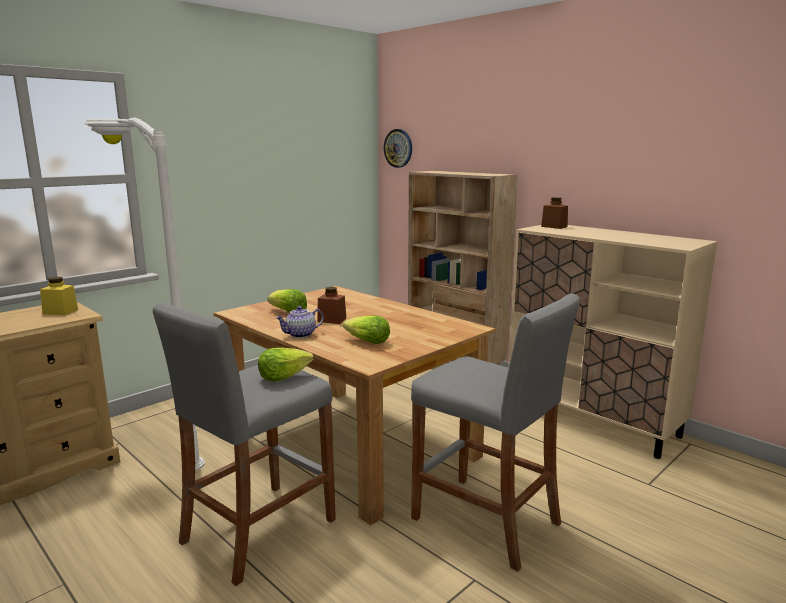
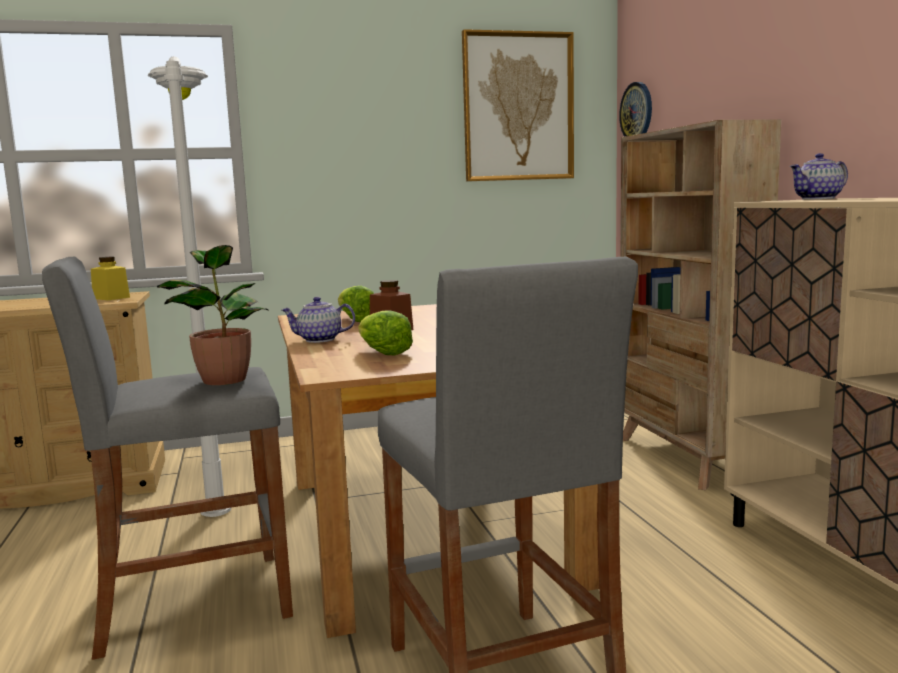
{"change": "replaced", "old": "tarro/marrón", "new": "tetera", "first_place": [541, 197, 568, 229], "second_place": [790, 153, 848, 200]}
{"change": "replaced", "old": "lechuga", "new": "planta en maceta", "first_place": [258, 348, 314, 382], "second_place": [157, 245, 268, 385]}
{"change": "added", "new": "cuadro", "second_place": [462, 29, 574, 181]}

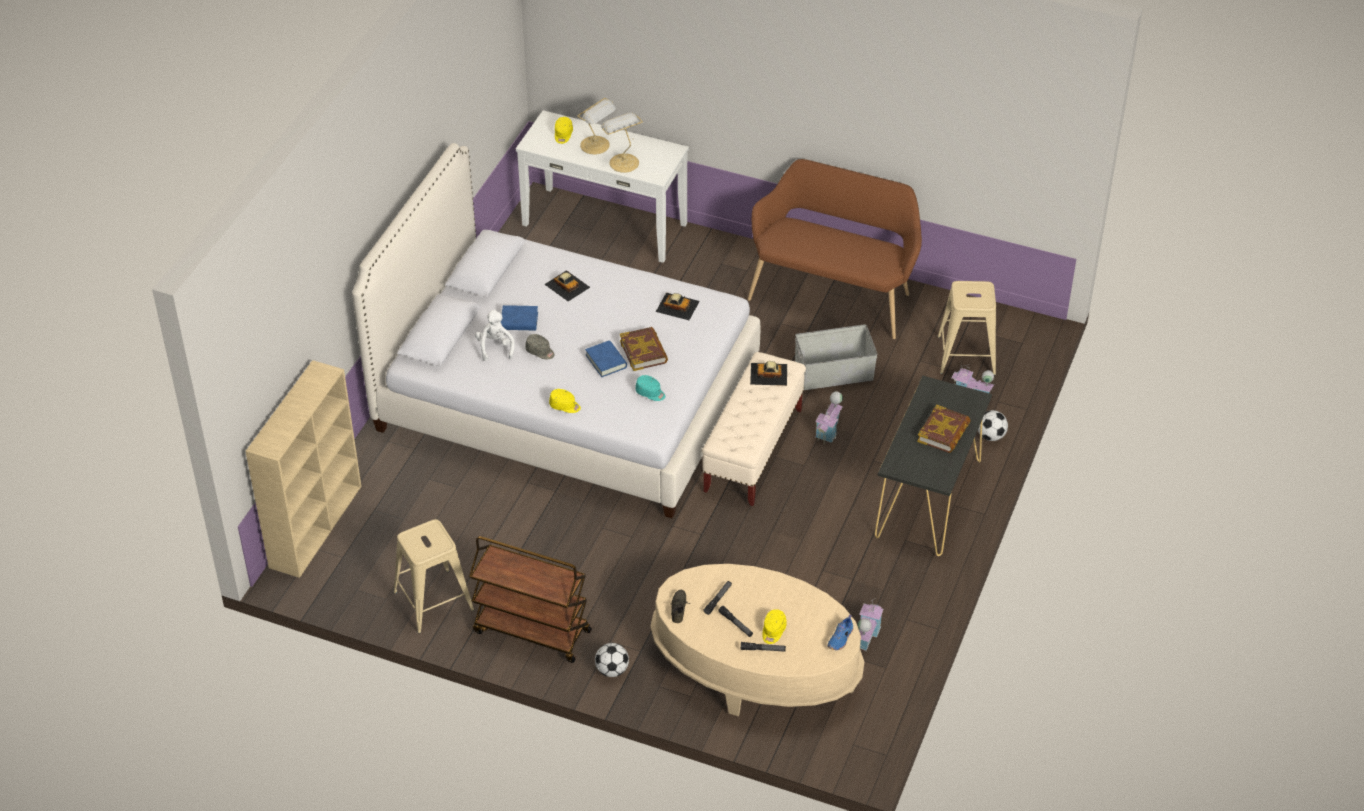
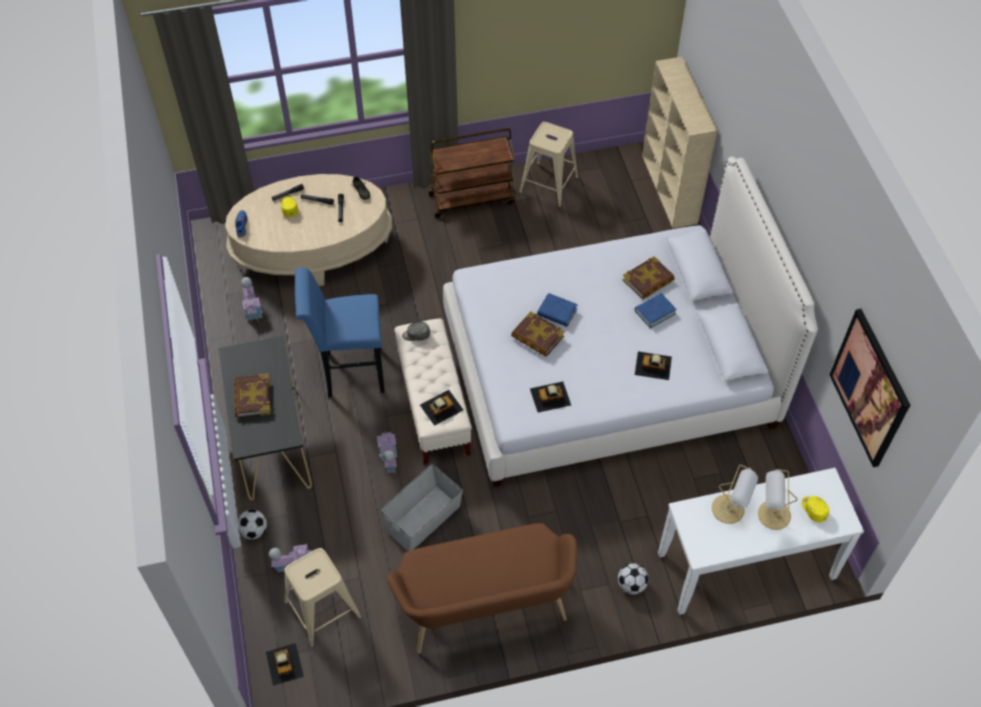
{"change": "replaced", "old": "peluche/blanco", "new": "libro", "first_place": [475, 309, 515, 361], "second_place": [622, 256, 675, 299]}
{"change": "moved", "old": "gorra/gris", "first_place": [525, 334, 555, 360], "second_place": [402, 322, 430, 341]}
{"change": "removed", "old": "gorra/turquesa", "first_place": [635, 375, 665, 401]}
{"change": "removed", "old": "gorra/amarillo", "first_place": [549, 389, 581, 413]}
{"change": "moved", "old": "balón de fútbol", "first_place": [595, 643, 629, 677], "second_place": [618, 563, 649, 594]}
{"change": "added", "new": "taburete/azul", "second_place": [295, 268, 385, 397]}
{"change": "added", "new": "cuadro", "second_place": [829, 309, 910, 467]}
{"change": "added", "new": "coche de juguete", "second_place": [266, 643, 304, 686]}

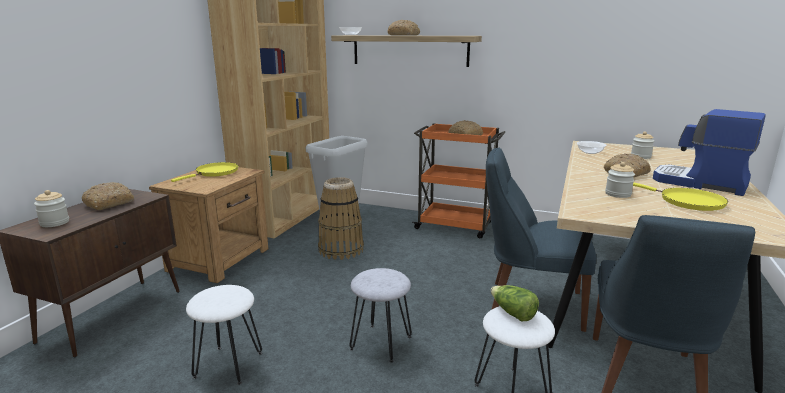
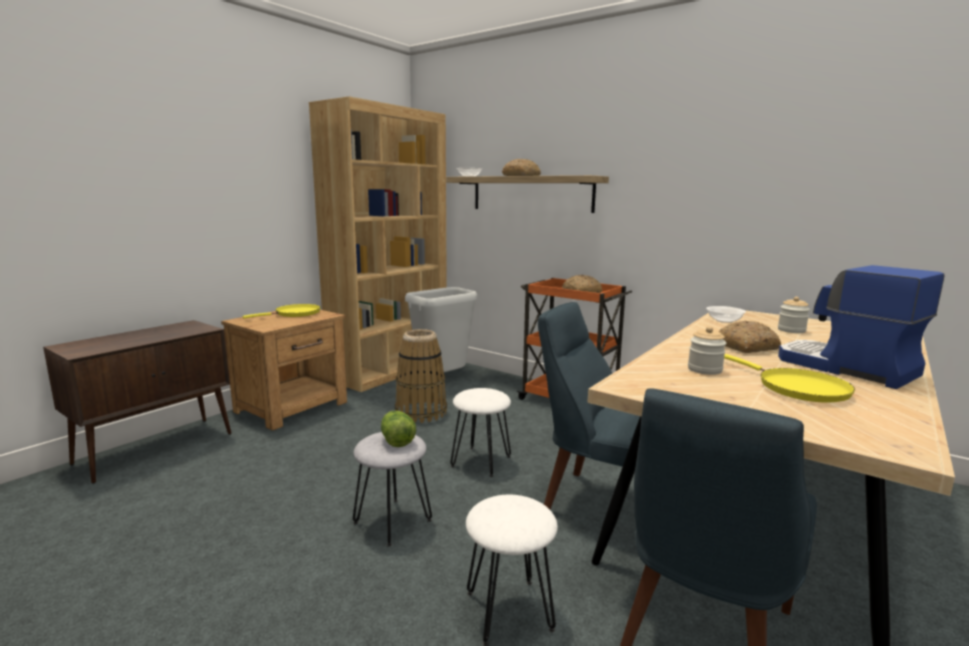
{"change": "removed", "old": "pan", "first_place": [82, 182, 134, 210]}
{"change": "removed", "old": "tarro", "first_place": [34, 190, 69, 227]}
{"change": "moved", "old": "taburete/blanco", "first_place": [186, 285, 262, 385], "second_place": [450, 388, 511, 477]}
{"change": "moved", "old": "lechuga", "first_place": [491, 285, 539, 322], "second_place": [381, 411, 416, 447]}

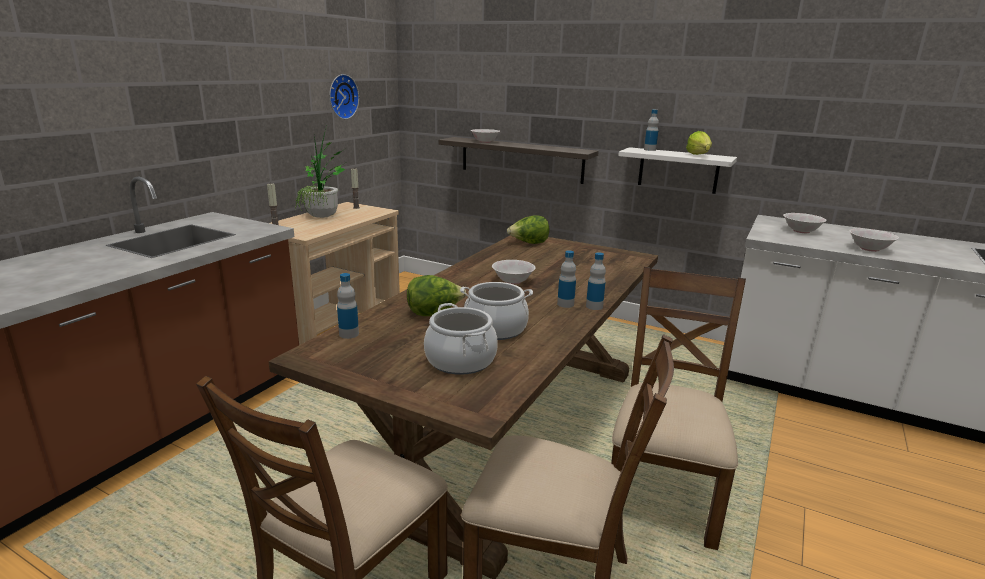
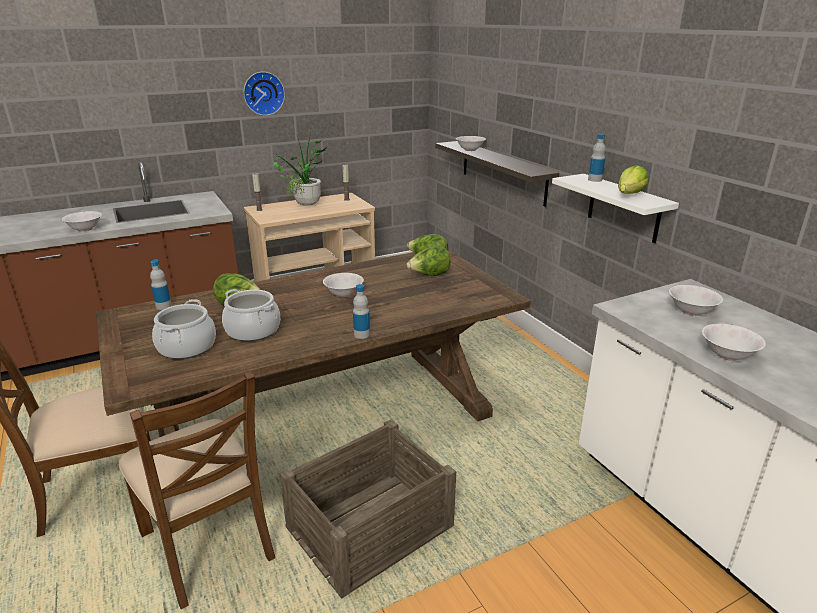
{"change": "moved", "old": "reloj de pared", "first_place": [329, 74, 359, 119], "second_place": [243, 72, 285, 116]}
{"change": "removed", "old": "botella", "first_place": [557, 250, 576, 308]}
{"change": "replaced", "old": "silla/marrón", "new": "caja de embalaje", "first_place": [611, 267, 746, 550], "second_place": [279, 419, 456, 599]}
{"change": "added", "new": "cuenco/blanco", "second_place": [62, 211, 102, 231]}
{"change": "added", "new": "lechuga", "second_place": [406, 246, 451, 276]}

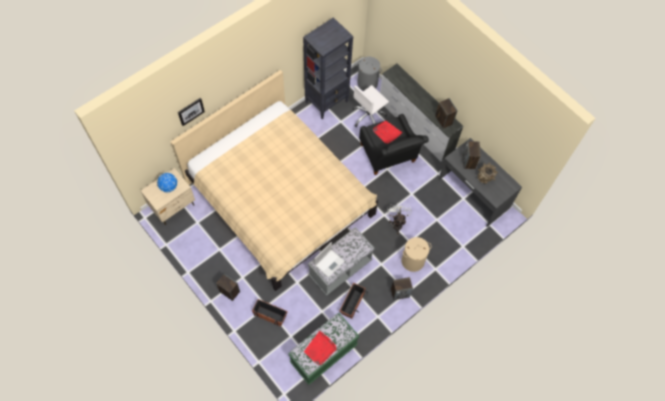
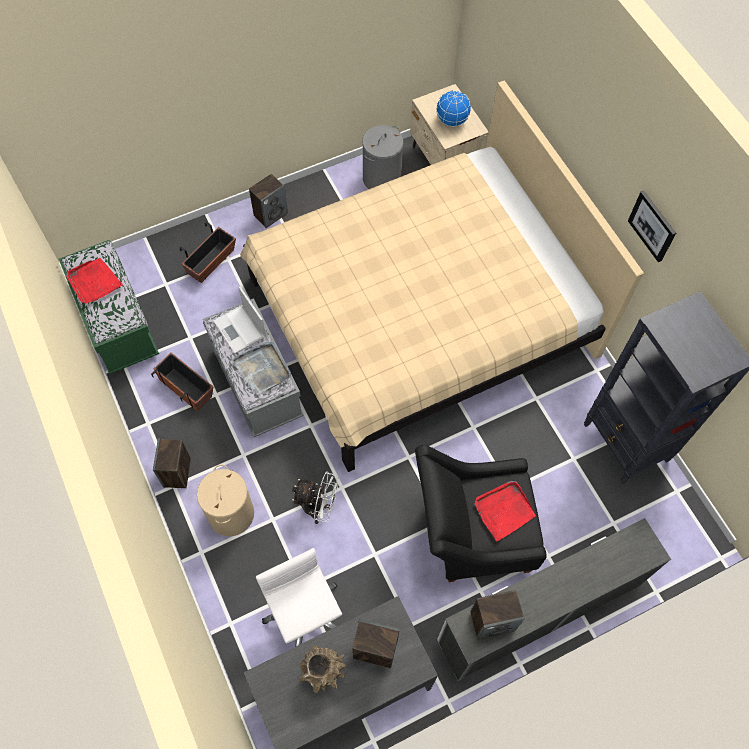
{"change": "moved", "old": "cesto de la ropa/gris", "first_place": [357, 57, 382, 91], "second_place": [362, 125, 403, 189]}
{"change": "moved", "old": "silla de oficina/blanco", "first_place": [352, 85, 389, 127], "second_place": [256, 548, 342, 647]}
{"change": "moved", "old": "cuadro", "first_place": [178, 98, 205, 126], "second_place": [628, 191, 676, 262]}
{"change": "added", "new": "bandeja/gris", "second_place": [231, 341, 291, 395]}

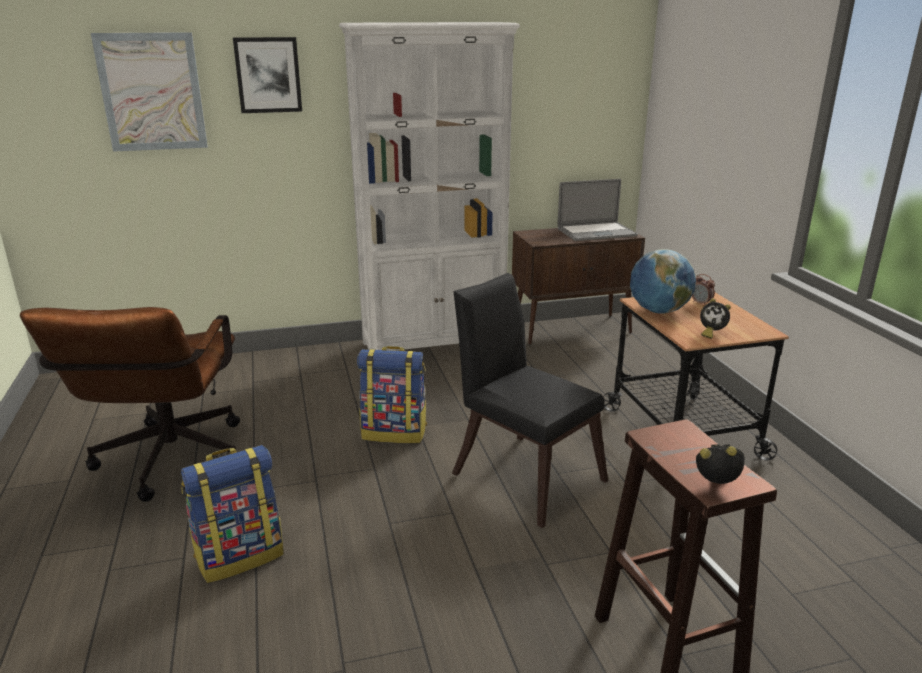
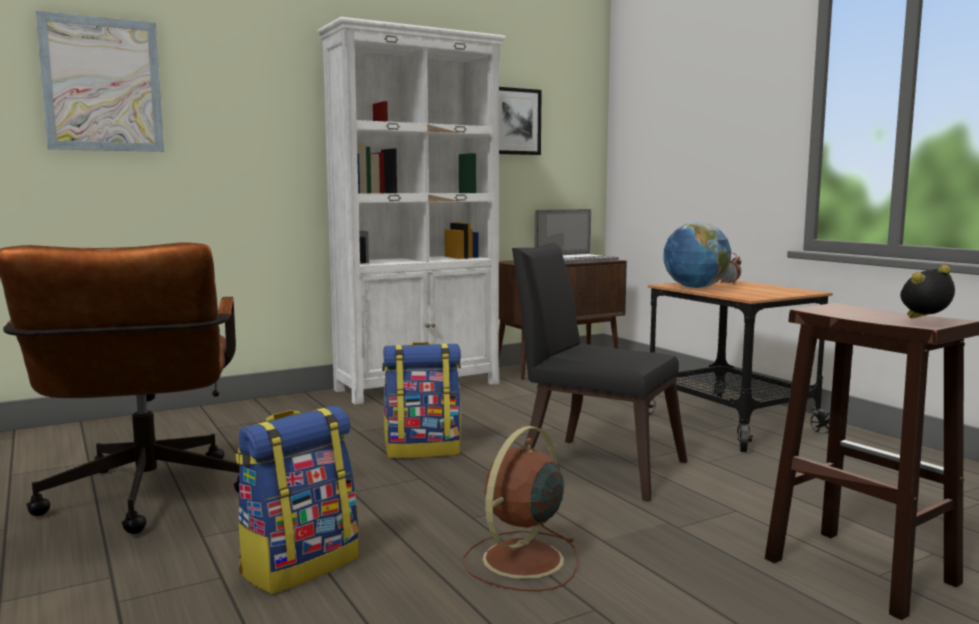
{"change": "moved", "old": "cuadro", "first_place": [233, 37, 302, 113], "second_place": [499, 87, 542, 155]}
{"change": "removed", "old": "despertador", "first_place": [700, 298, 731, 339]}
{"change": "added", "new": "ventilador/marrón", "second_place": [463, 426, 578, 592]}

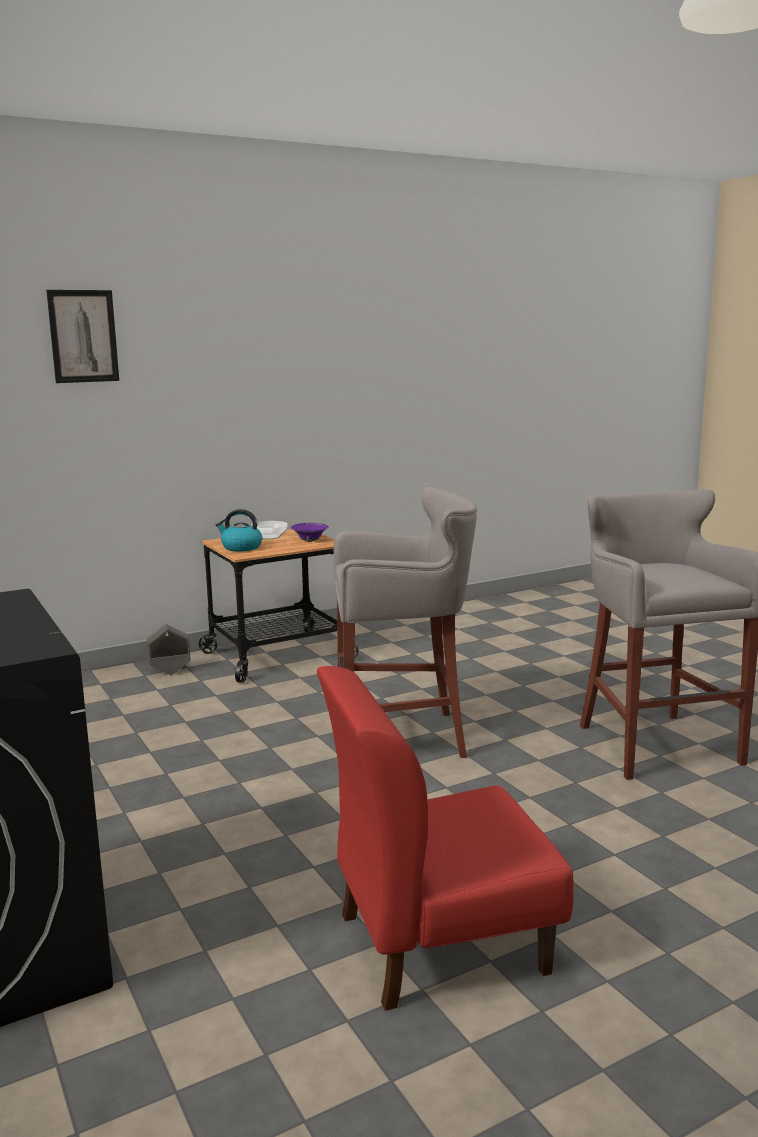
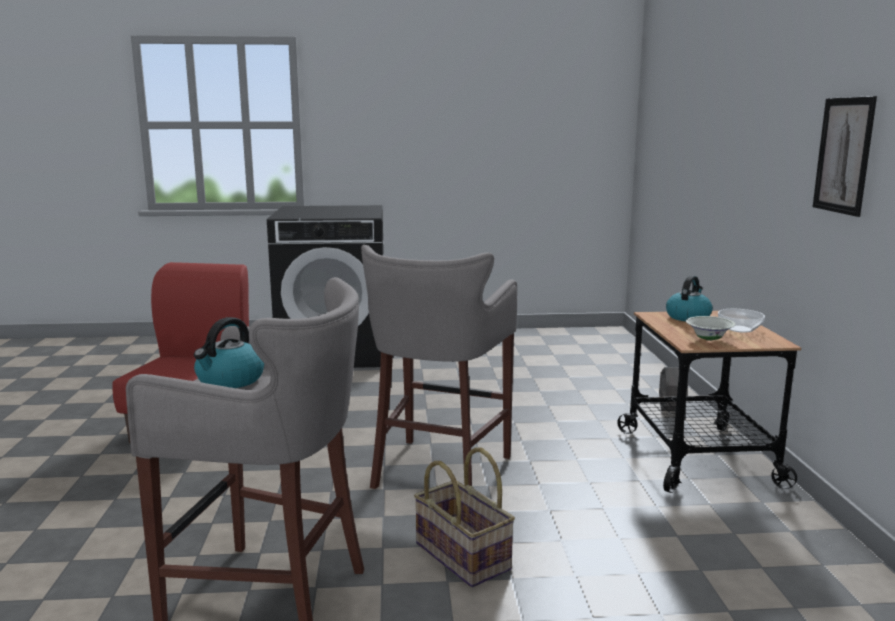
{"change": "moved", "old": "cuadro", "first_place": [46, 290, 119, 383], "second_place": [813, 96, 877, 217]}
{"change": "recoloured", "old": "cuenco/morado", "new": "cuenco/blanco", "first_place": [291, 523, 329, 542], "second_place": [686, 316, 735, 341]}
{"change": "added", "new": "hervidor", "second_place": [194, 317, 264, 388]}
{"change": "added", "new": "cesta", "second_place": [414, 447, 515, 587]}

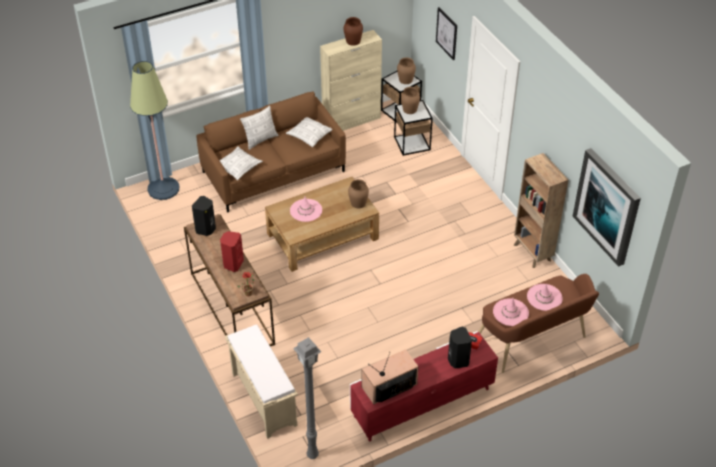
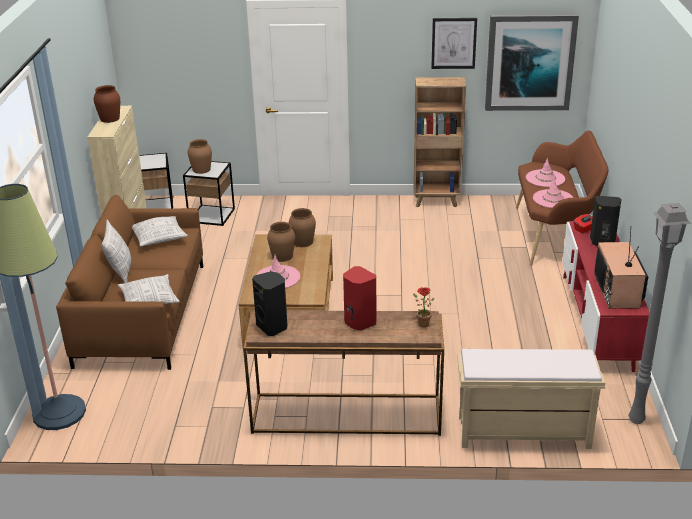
{"change": "moved", "old": "cuadro", "first_place": [436, 7, 457, 60], "second_place": [431, 18, 477, 69]}
{"change": "moved", "old": "florero/marrón", "first_place": [397, 57, 416, 84], "second_place": [267, 222, 295, 262]}

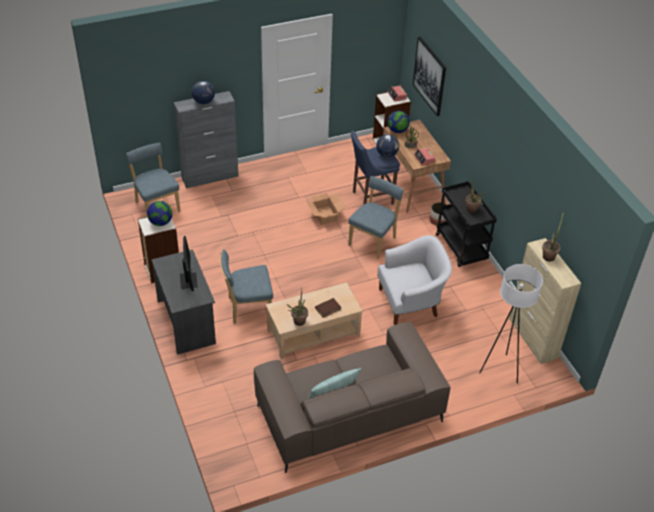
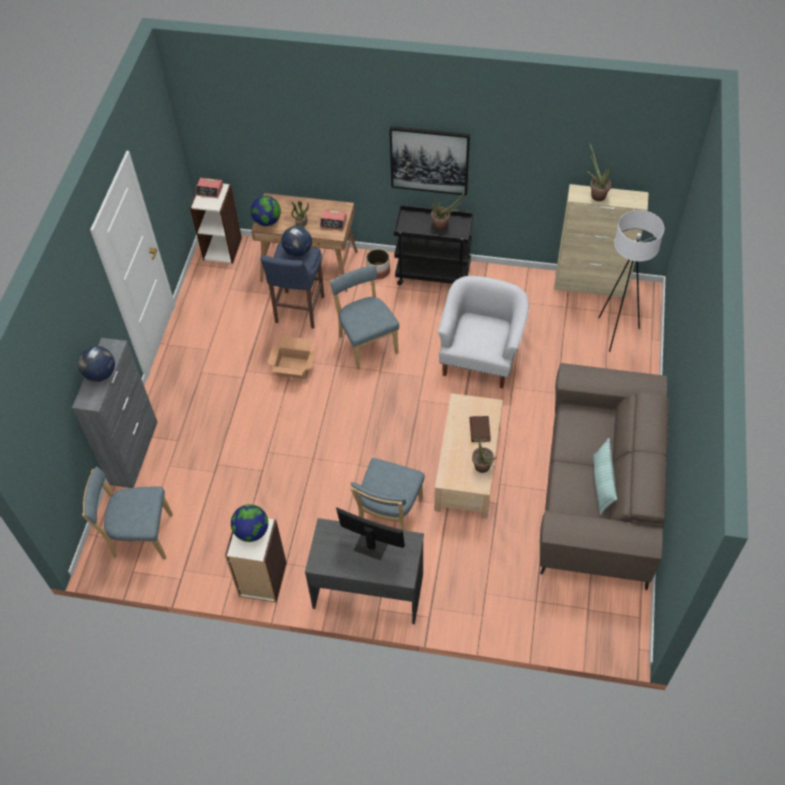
{"change": "moved", "old": "cuadro", "first_place": [413, 37, 446, 116], "second_place": [389, 126, 470, 196]}

